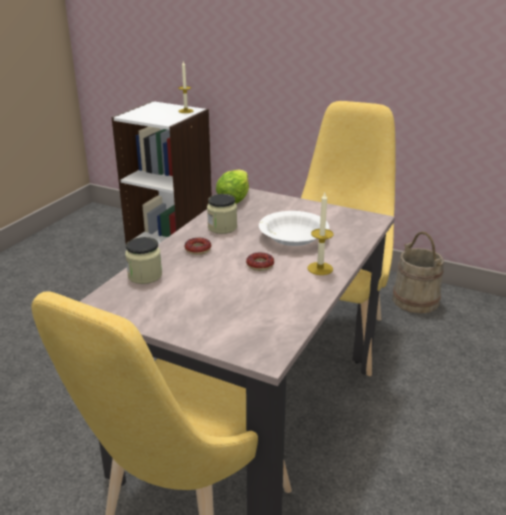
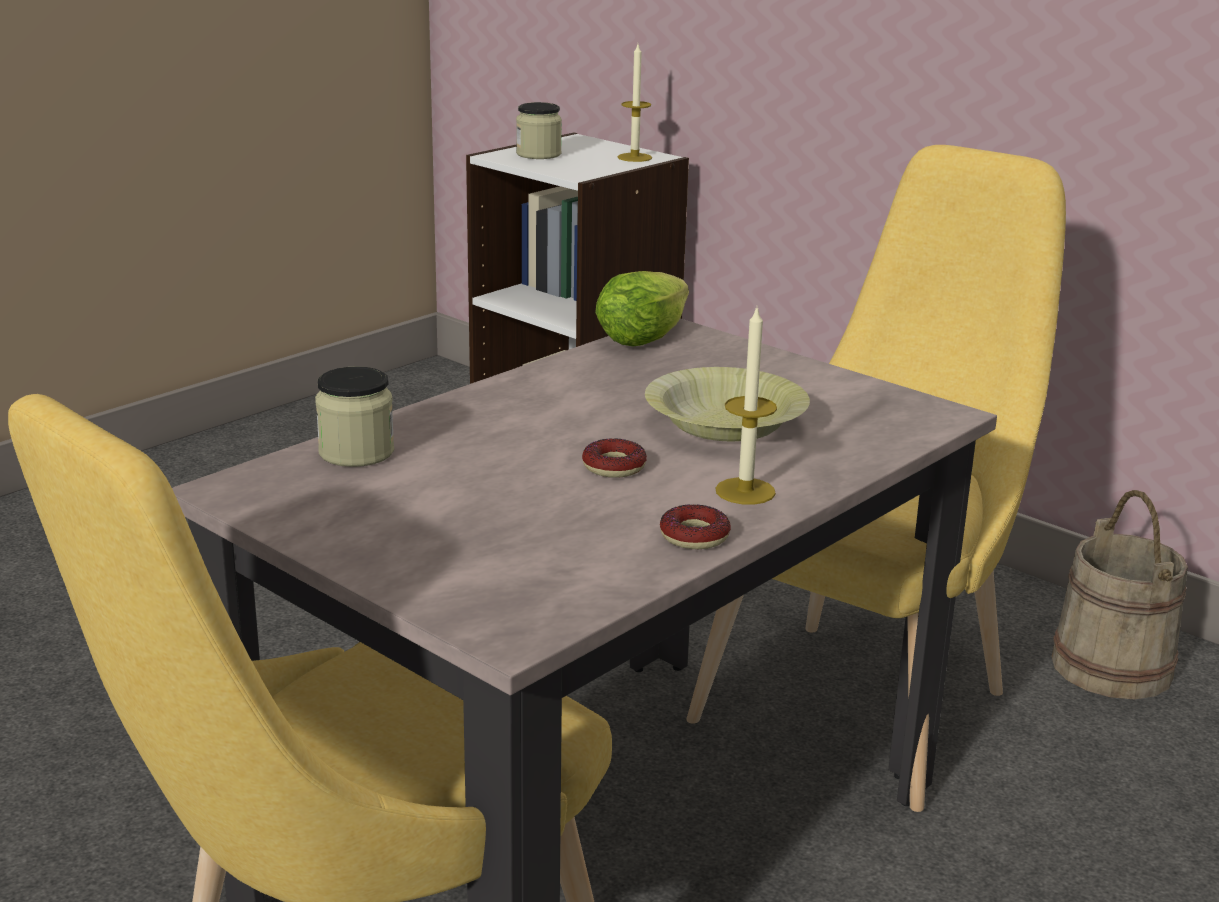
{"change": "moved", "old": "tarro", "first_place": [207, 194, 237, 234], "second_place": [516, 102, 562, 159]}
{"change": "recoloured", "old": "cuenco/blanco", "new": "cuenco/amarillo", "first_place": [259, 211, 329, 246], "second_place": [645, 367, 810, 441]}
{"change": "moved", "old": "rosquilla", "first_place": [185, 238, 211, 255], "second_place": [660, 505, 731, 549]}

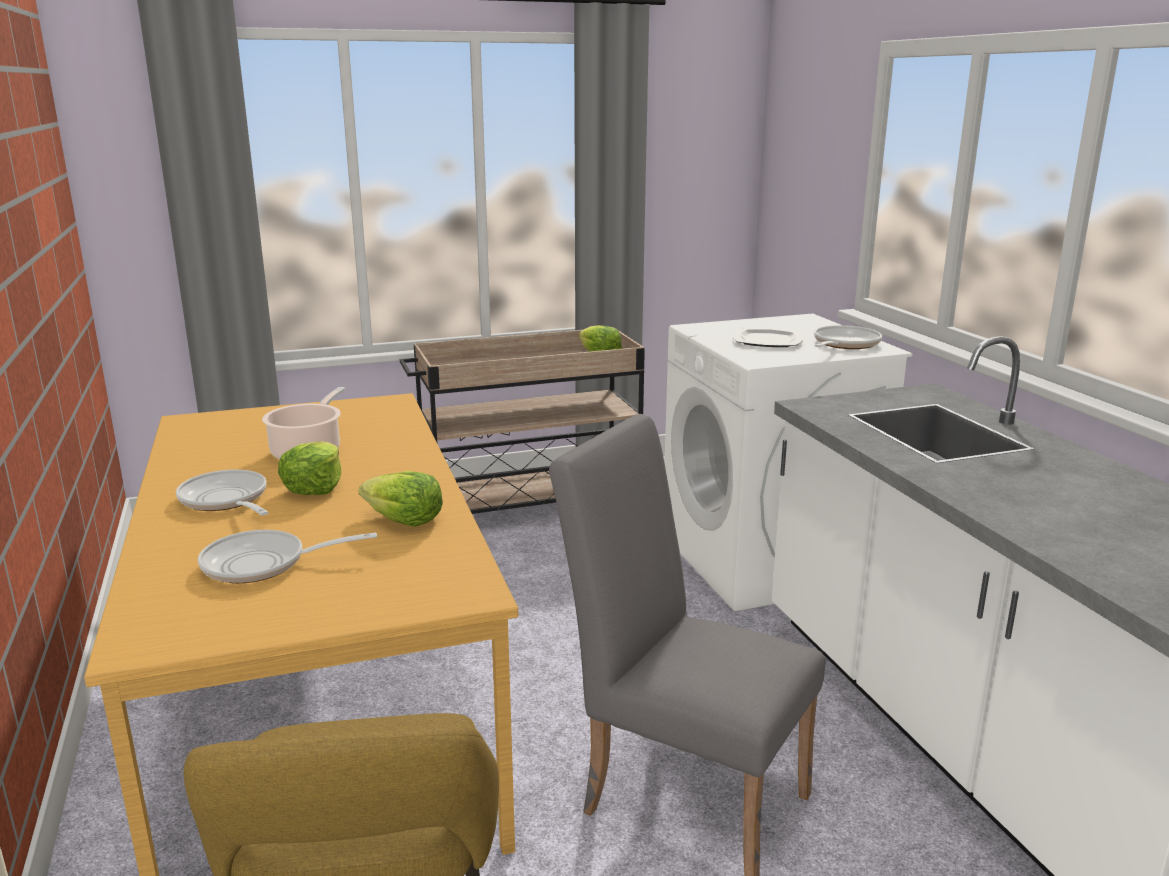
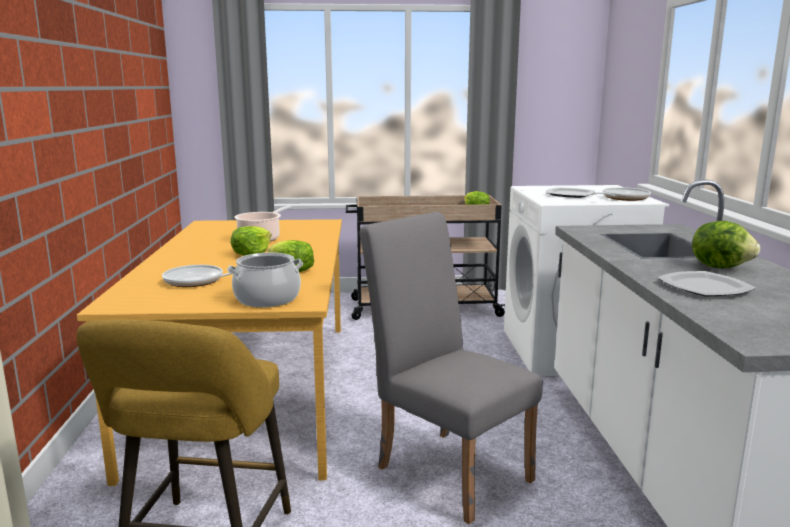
{"change": "removed", "old": "sartén", "first_place": [176, 469, 269, 516]}
{"change": "added", "new": "lechuga", "second_place": [692, 221, 760, 268]}
{"change": "added", "new": "olla", "second_place": [227, 253, 303, 307]}
{"change": "added", "new": "plato", "second_place": [657, 271, 756, 296]}

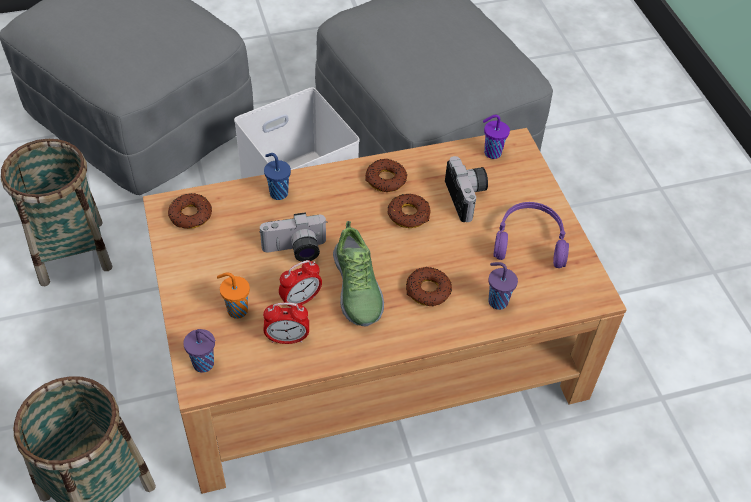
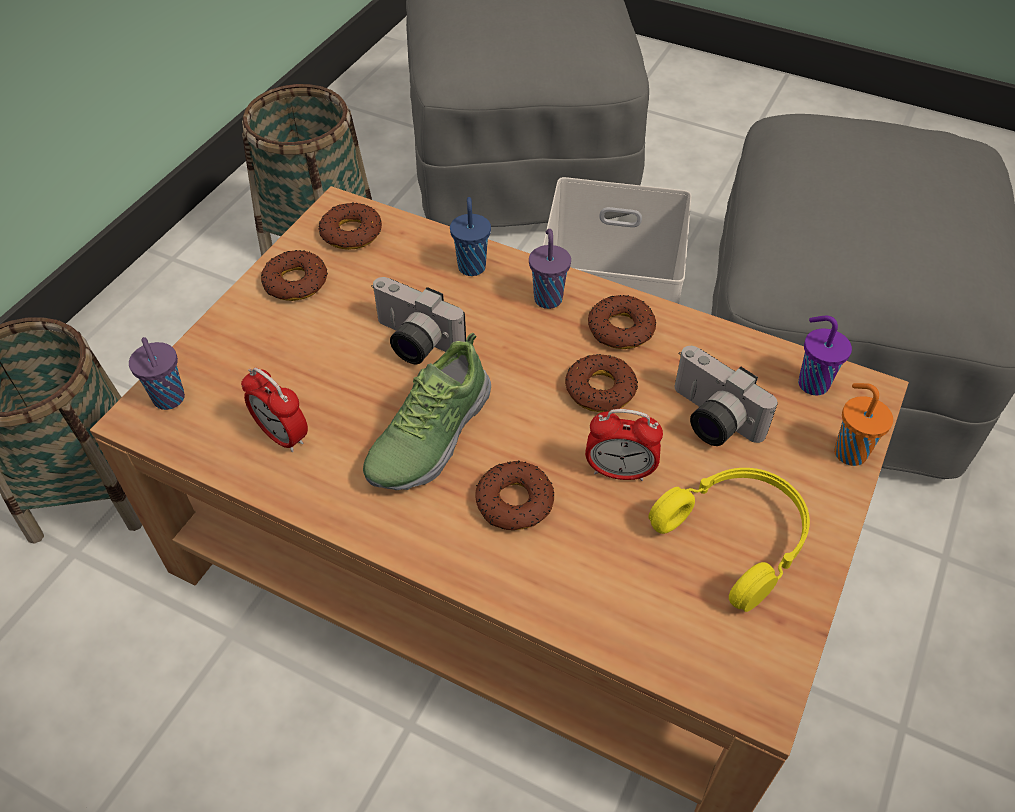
{"change": "turned", "old": "cámara", "first_place": [445, 156, 488, 222], "second_place": [674, 346, 778, 446], "degrees": 105}
{"change": "recoloured", "old": "auriculares/morado", "new": "auriculares/amarillo", "first_place": [493, 202, 569, 268], "second_place": [648, 468, 810, 612]}
{"change": "moved", "old": "despertador", "first_place": [279, 260, 322, 308], "second_place": [585, 409, 663, 481]}
{"change": "moved", "old": "taza/morado", "first_place": [488, 262, 518, 310], "second_place": [529, 229, 571, 309]}
{"change": "moved", "old": "taza/naranja", "first_place": [217, 272, 250, 319], "second_place": [834, 383, 893, 466]}
{"change": "added", "new": "rosquilla", "second_place": [261, 250, 328, 301]}

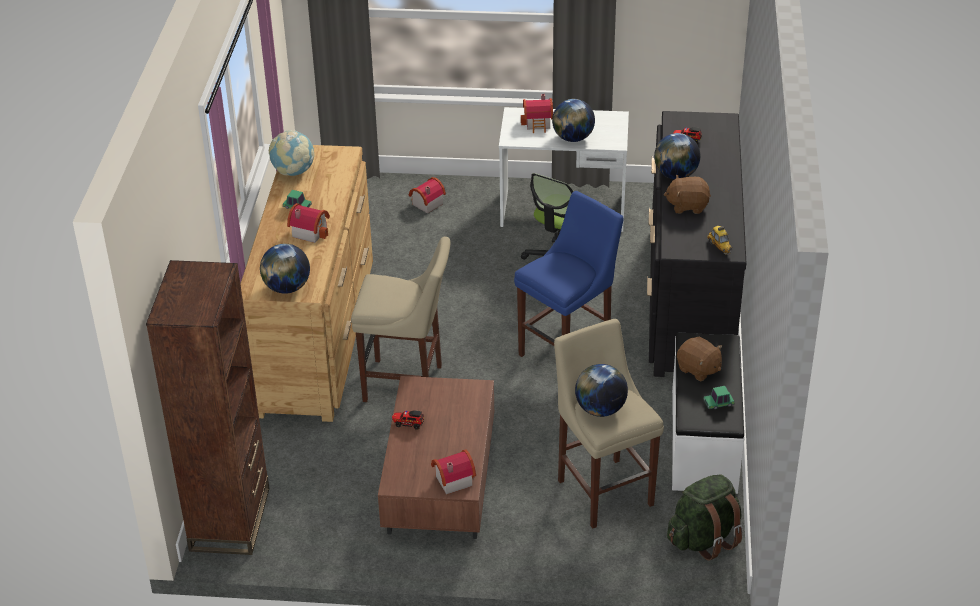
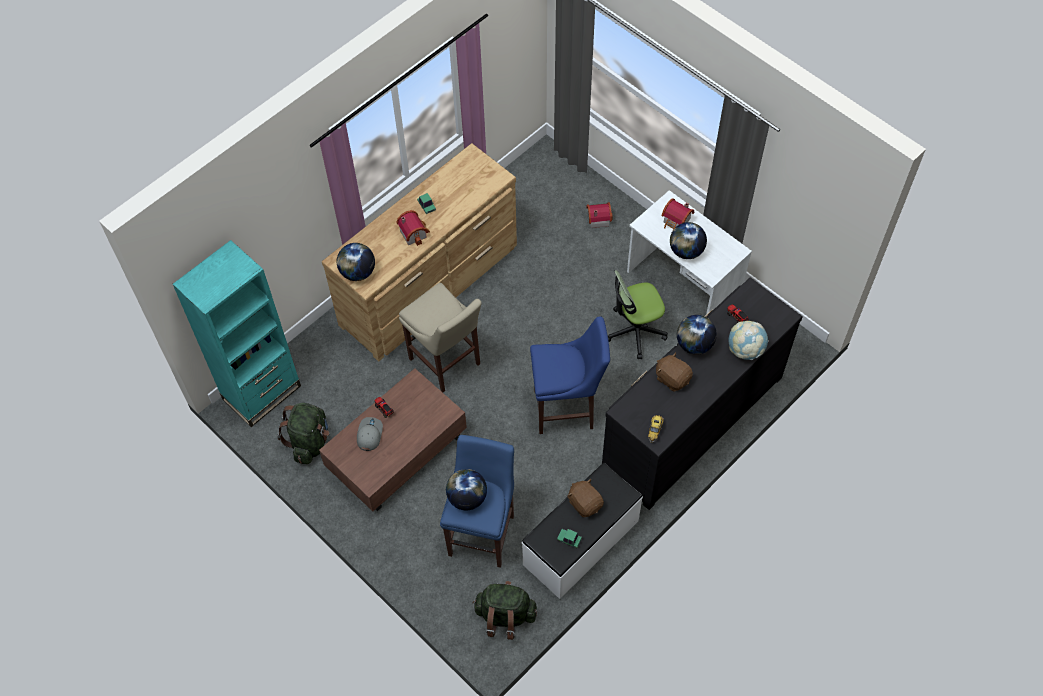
{"change": "moved", "old": "globo terráqueo", "first_place": [269, 130, 314, 176], "second_place": [728, 321, 768, 360]}
{"change": "recoloured", "old": "estantería/marrón", "new": "estantería/turquesa", "first_place": [146, 260, 270, 555], "second_place": [173, 240, 301, 427]}
{"change": "recoloured", "old": "taburete/beis", "new": "taburete/azul", "first_place": [554, 319, 664, 529], "second_place": [440, 435, 514, 568]}
{"change": "turned", "old": "peluche/marrón", "first_place": [677, 337, 722, 381], "second_place": [567, 479, 604, 517], "degrees": 150}
{"change": "removed", "old": "casita", "first_place": [431, 449, 476, 494]}
{"change": "added", "new": "mochila/verde", "second_place": [277, 403, 329, 464]}
{"change": "added", "new": "gorra/gris", "second_place": [357, 417, 383, 451]}

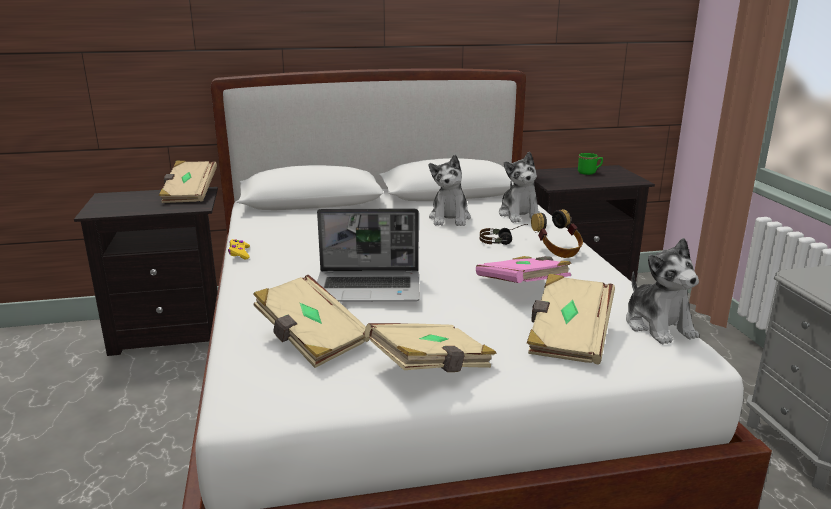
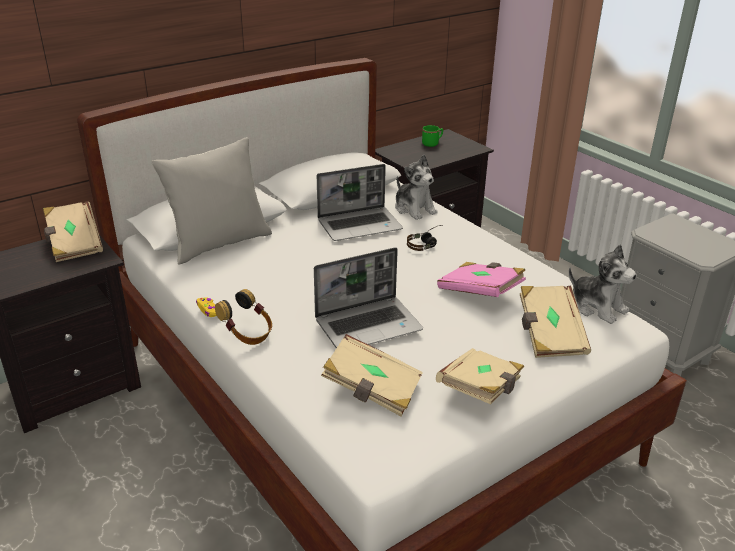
{"change": "replaced", "old": "peluche", "new": "portátil", "first_place": [429, 155, 471, 226], "second_place": [317, 164, 403, 241]}
{"change": "moved", "old": "auriculares", "first_place": [531, 209, 583, 258], "second_place": [215, 289, 272, 345]}
{"change": "added", "new": "cojín/gris", "second_place": [151, 137, 272, 265]}

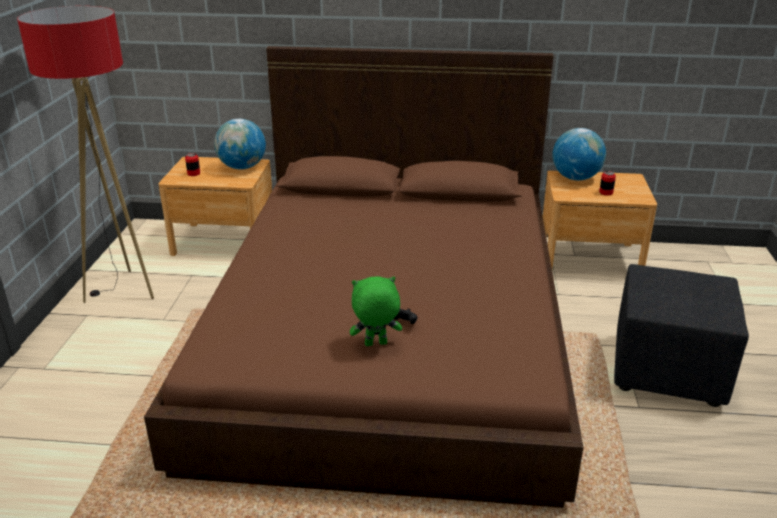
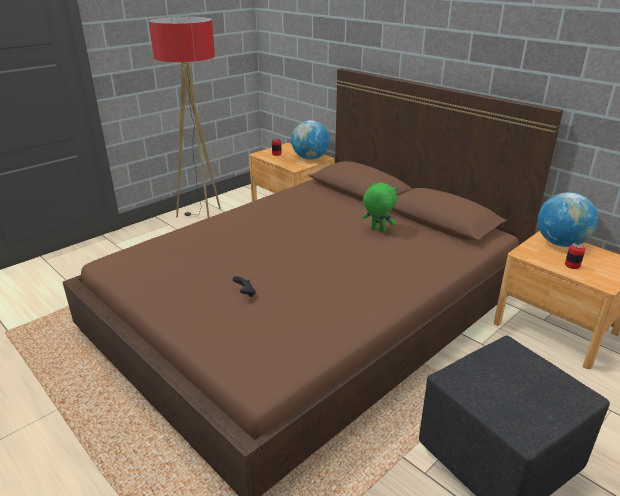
{"change": "moved", "old": "peluche/verde", "first_place": [350, 277, 402, 346], "second_place": [362, 182, 398, 232]}

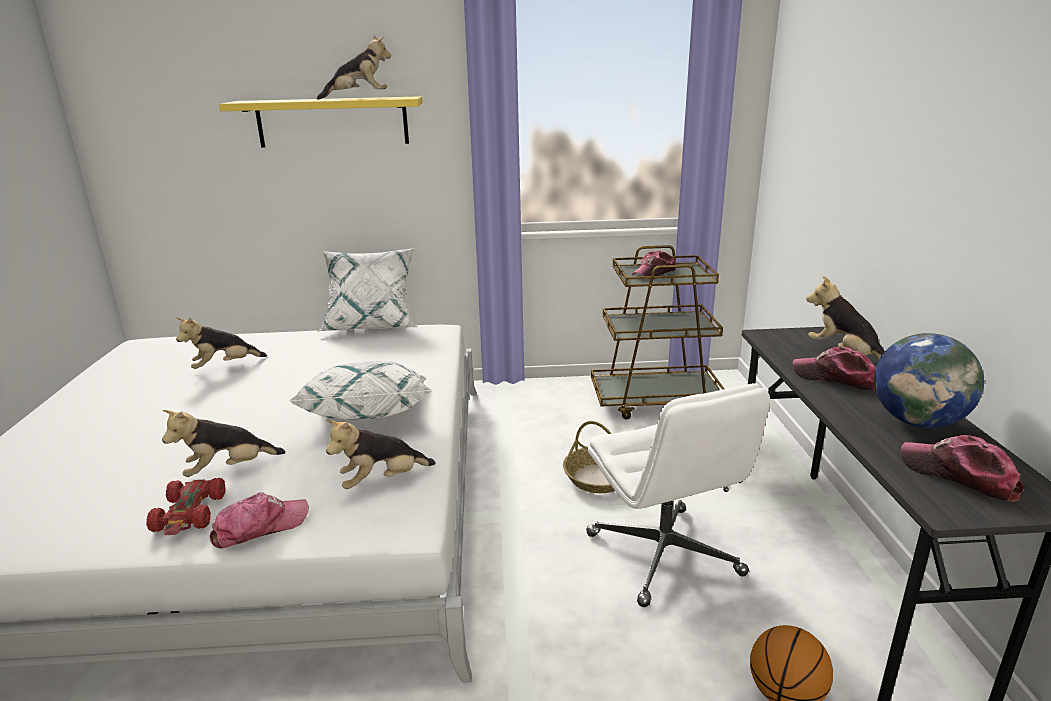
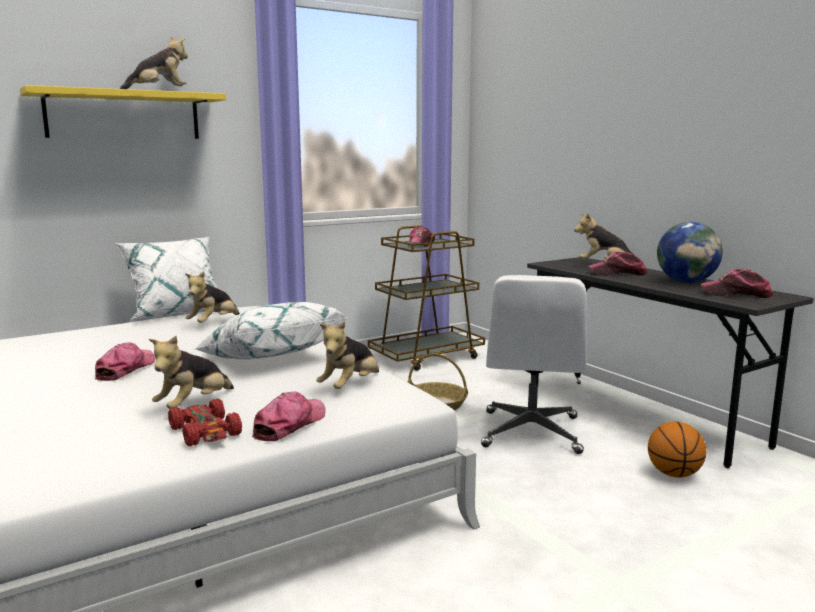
{"change": "moved", "old": "peluche", "first_place": [176, 318, 267, 369], "second_place": [185, 271, 240, 323]}
{"change": "turned", "old": "silla de oficina/blanco", "first_place": [586, 383, 770, 607], "second_place": [481, 275, 587, 454], "degrees": 60}
{"change": "added", "new": "gorra", "second_place": [95, 342, 155, 381]}

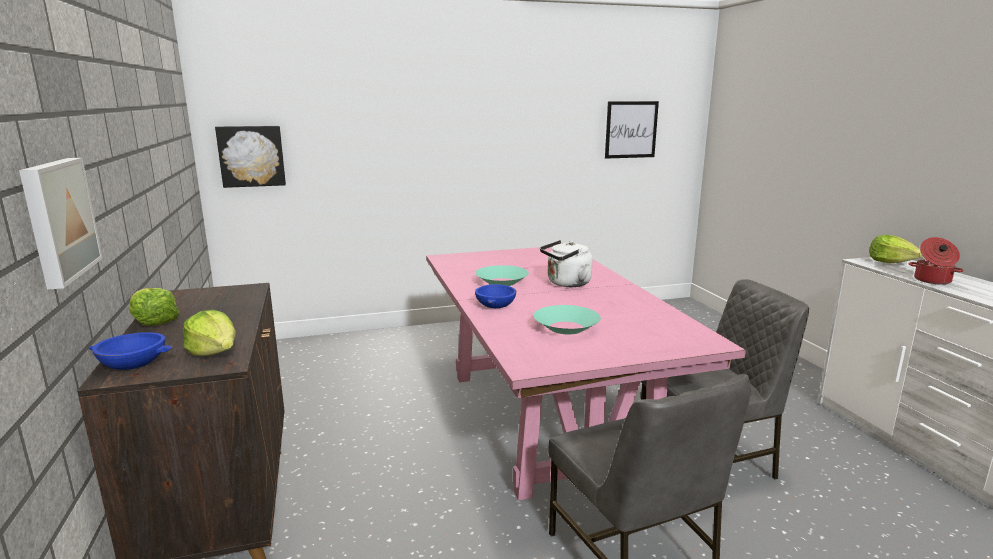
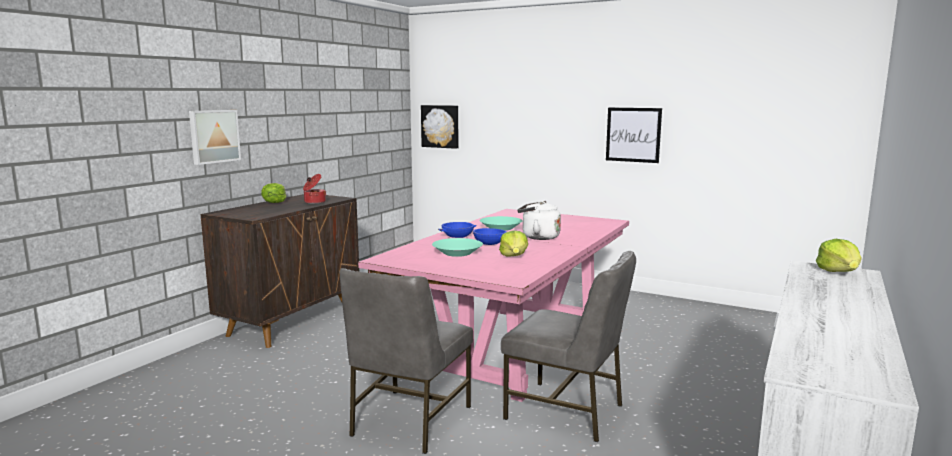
{"change": "moved", "old": "cuadro", "first_place": [605, 101, 659, 159], "second_place": [606, 108, 662, 163]}
{"change": "moved", "old": "olla", "first_place": [909, 237, 964, 285], "second_place": [303, 174, 326, 204]}
{"change": "moved", "old": "lechuga", "first_place": [183, 310, 236, 356], "second_place": [499, 230, 528, 257]}
{"change": "moved", "old": "cuenco/azul", "first_place": [88, 332, 173, 370], "second_place": [473, 228, 506, 245]}

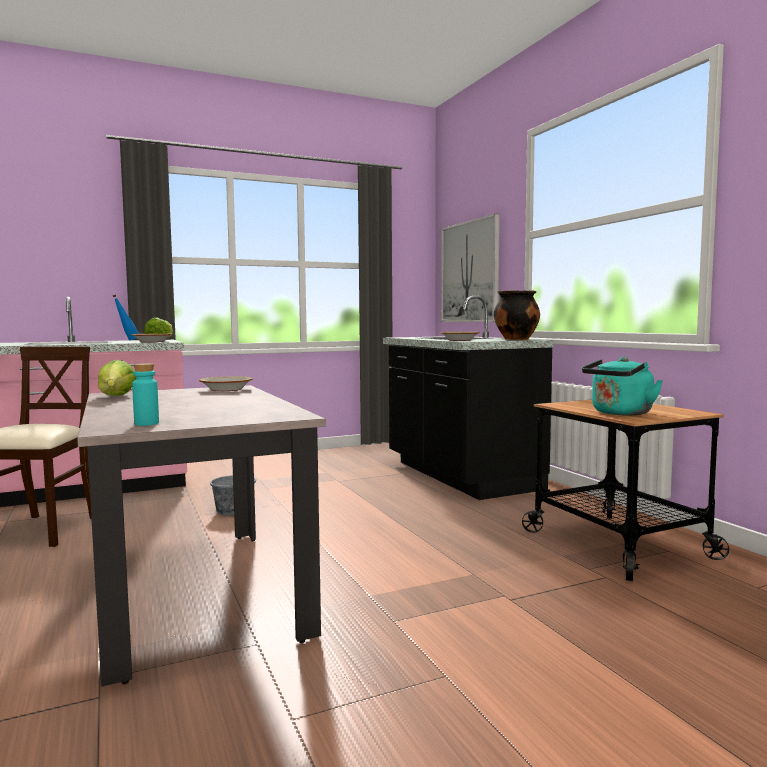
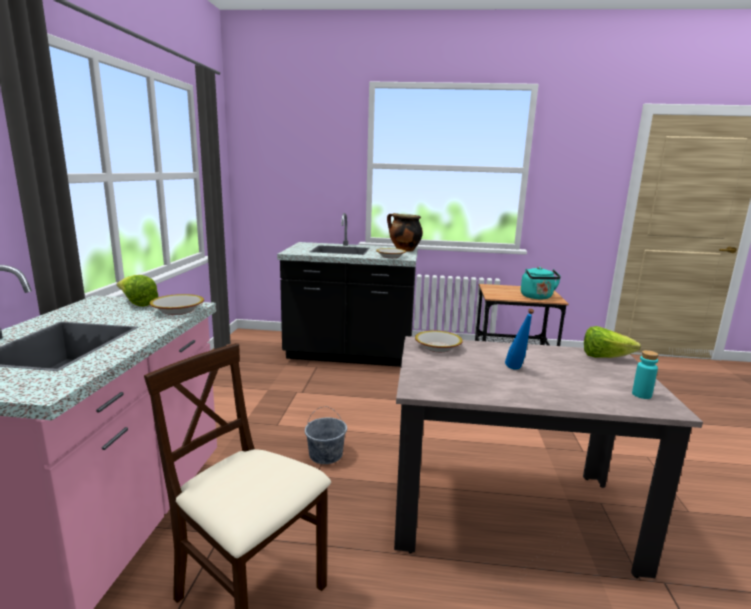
{"change": "removed", "old": "cuadro", "first_place": [441, 214, 500, 322]}
{"change": "moved", "old": "botella/azul", "first_place": [113, 295, 139, 341], "second_place": [505, 309, 534, 370]}
{"change": "moved", "old": "lechuga", "first_place": [98, 360, 136, 396], "second_place": [584, 326, 641, 358]}

